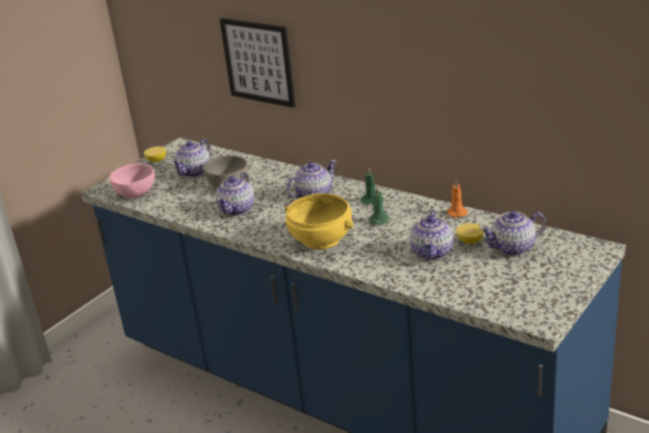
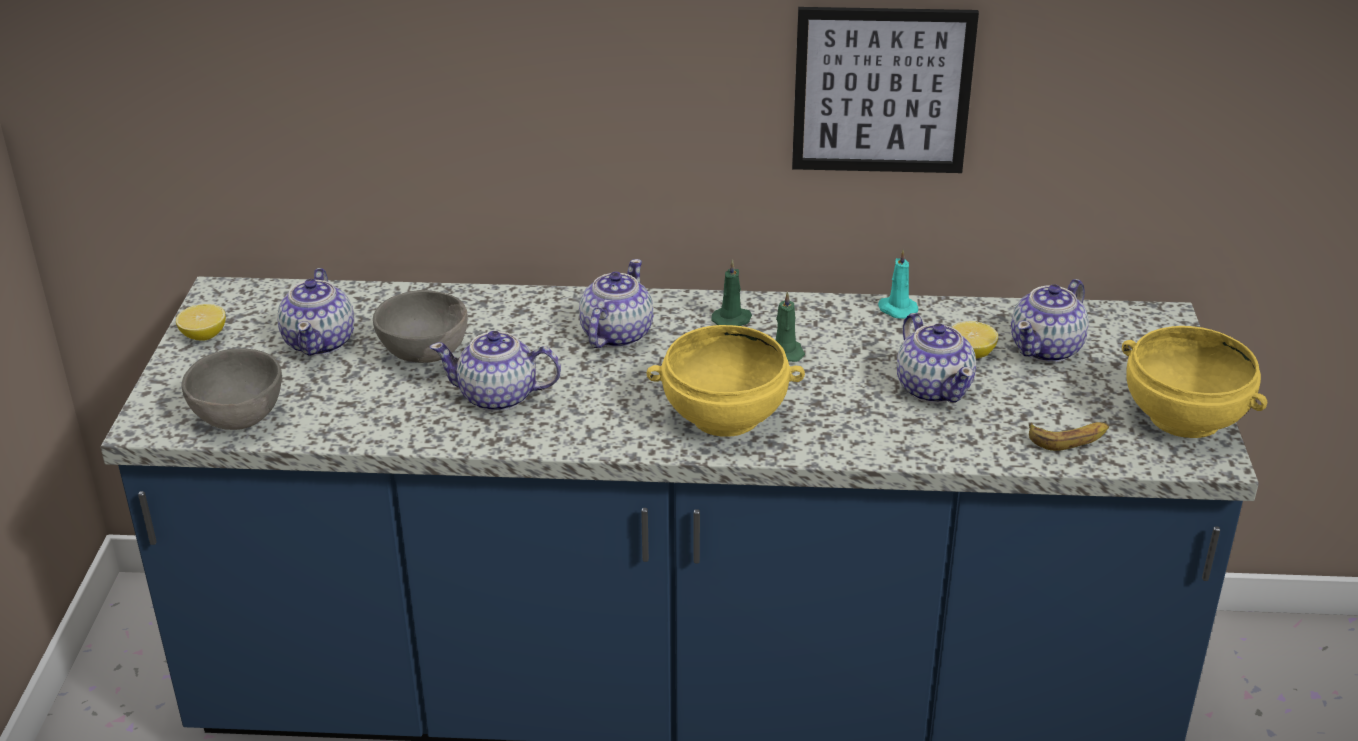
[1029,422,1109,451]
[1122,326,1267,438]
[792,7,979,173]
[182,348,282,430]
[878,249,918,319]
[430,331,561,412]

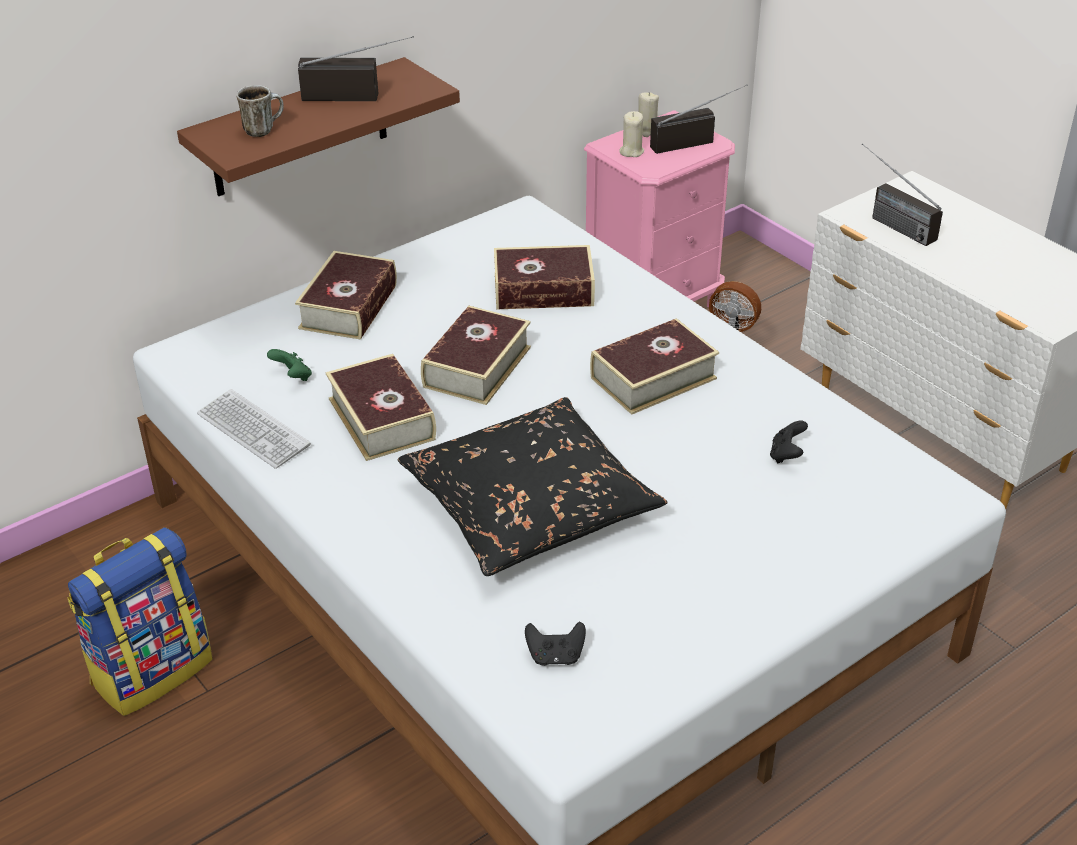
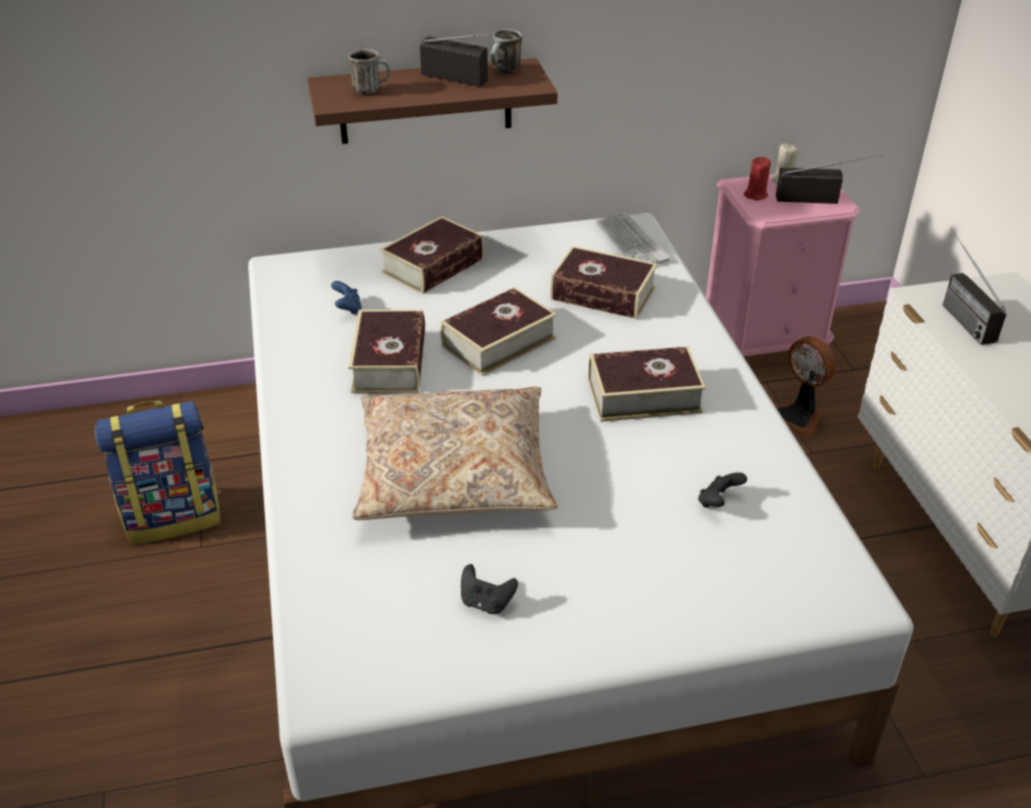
[491,29,522,73]
[596,212,670,264]
[461,564,518,614]
[331,281,362,315]
[352,387,558,520]
[744,157,771,200]

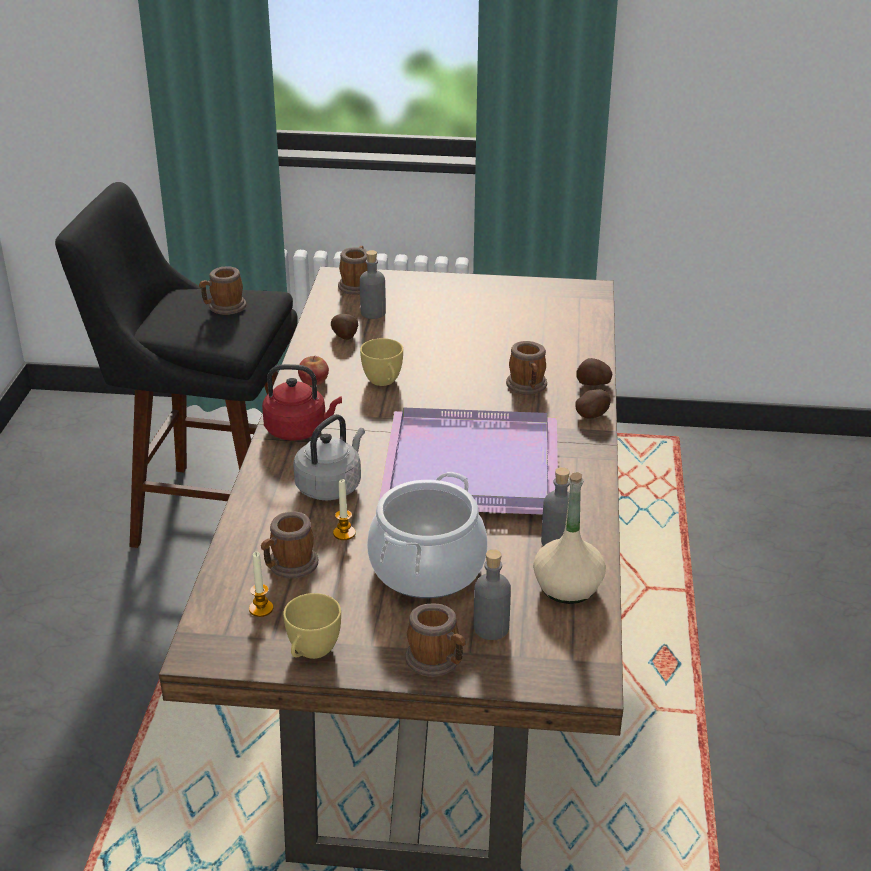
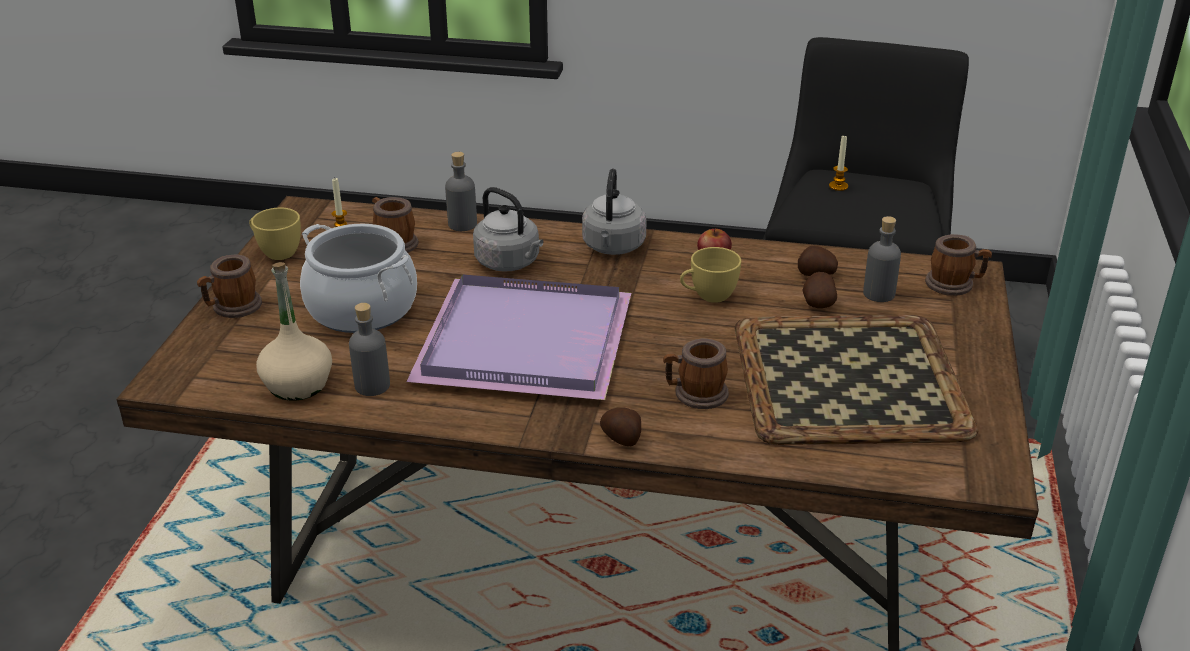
[199,266,246,315] (first image)
[735,315,978,445]
[829,134,848,191]
[445,152,477,231]
[802,272,837,308]
[582,169,647,255]

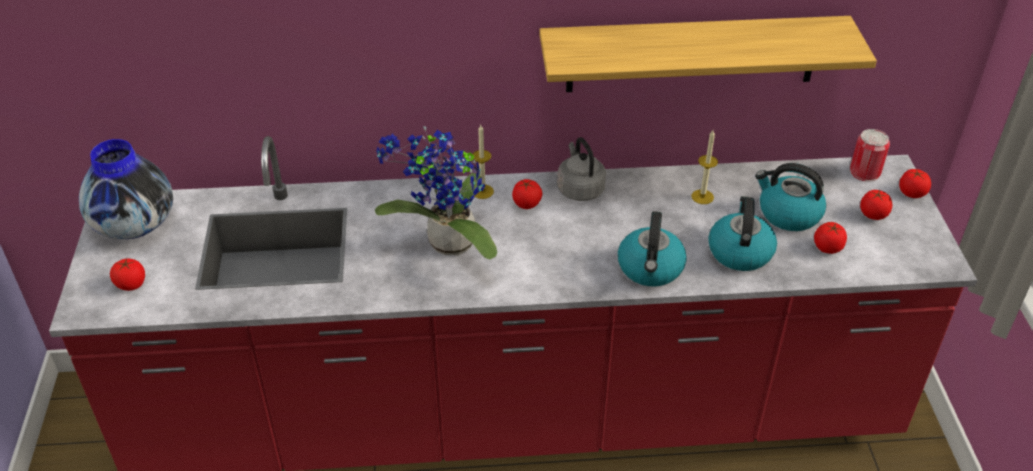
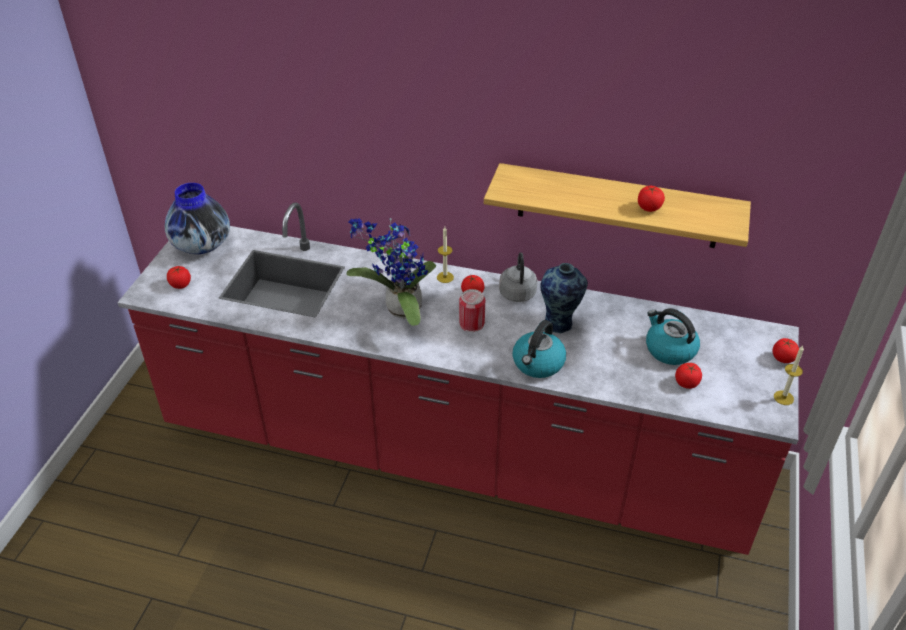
[708,196,777,271] (first image)
[540,263,588,333]
[774,346,804,405]
[459,289,485,332]
[638,186,665,212]

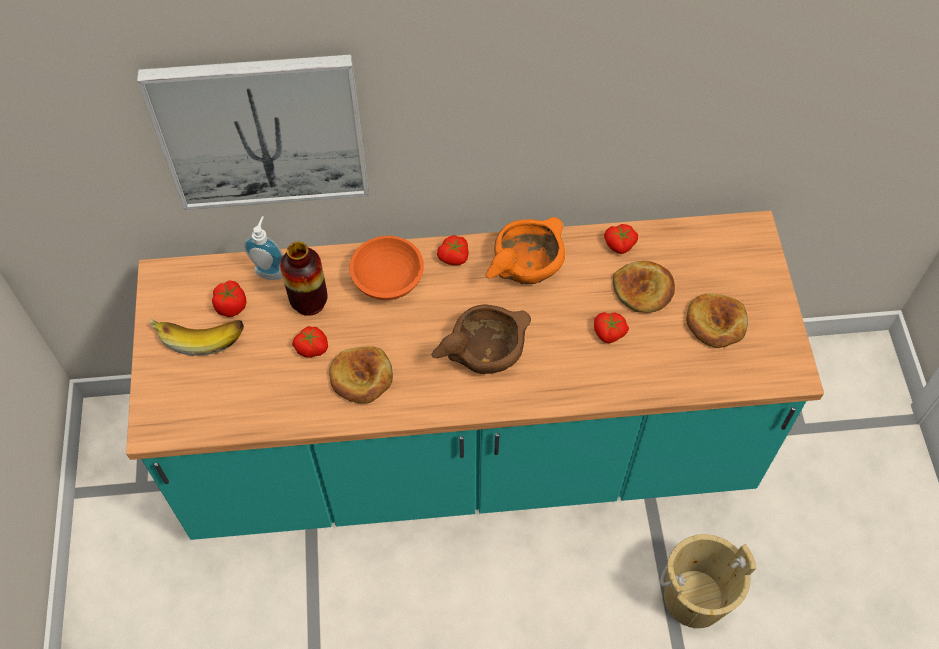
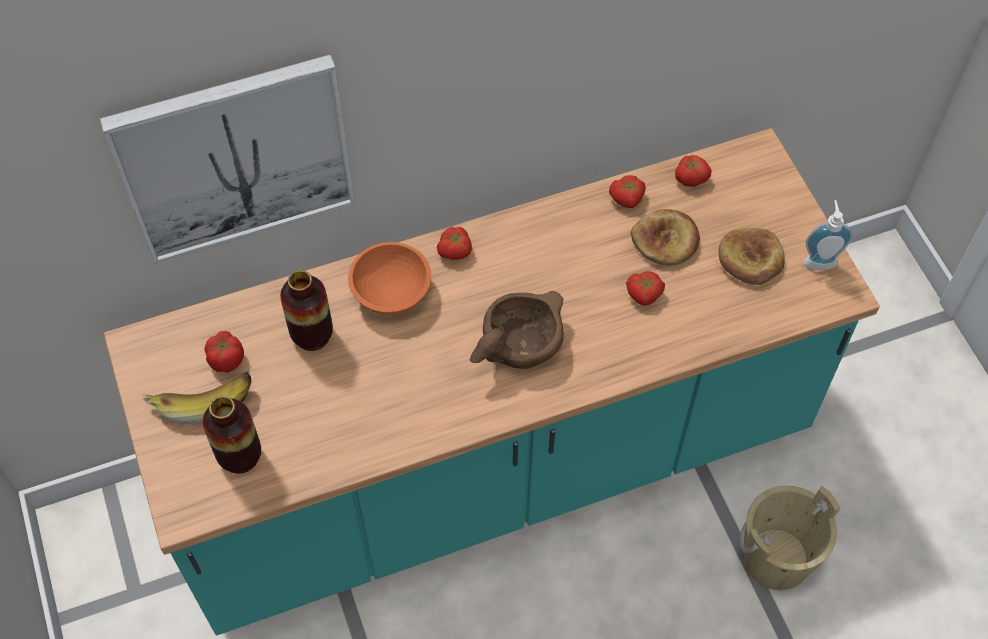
[329,346,393,403] (first image)
[486,217,565,284] (first image)
[203,396,261,474]
[803,200,853,270]
[675,155,712,187]

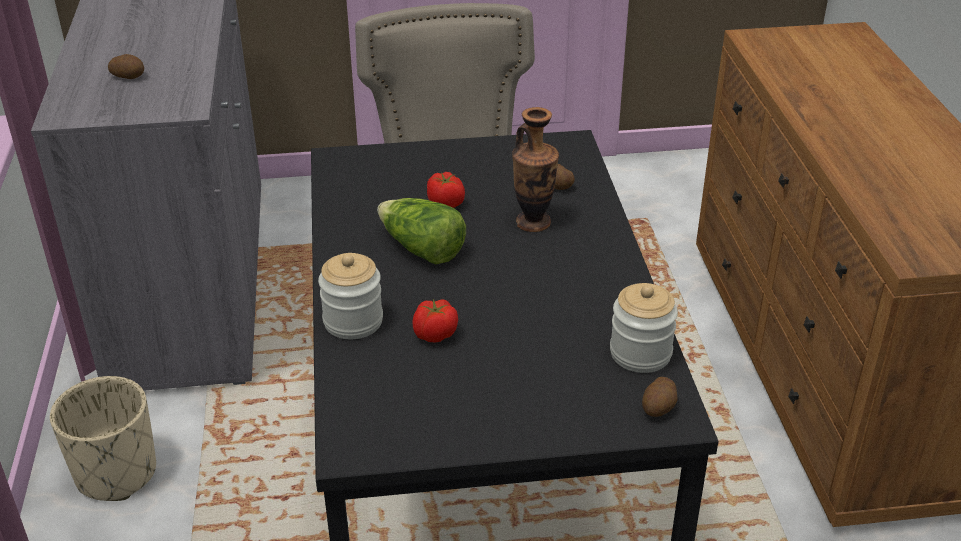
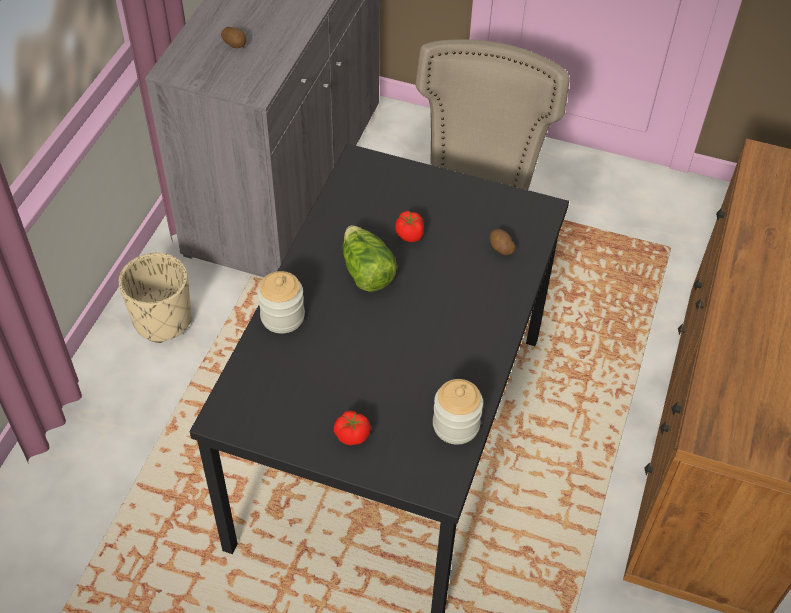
[512,107,559,232] (first image)
[642,377,677,417] (first image)
[334,411,371,445]

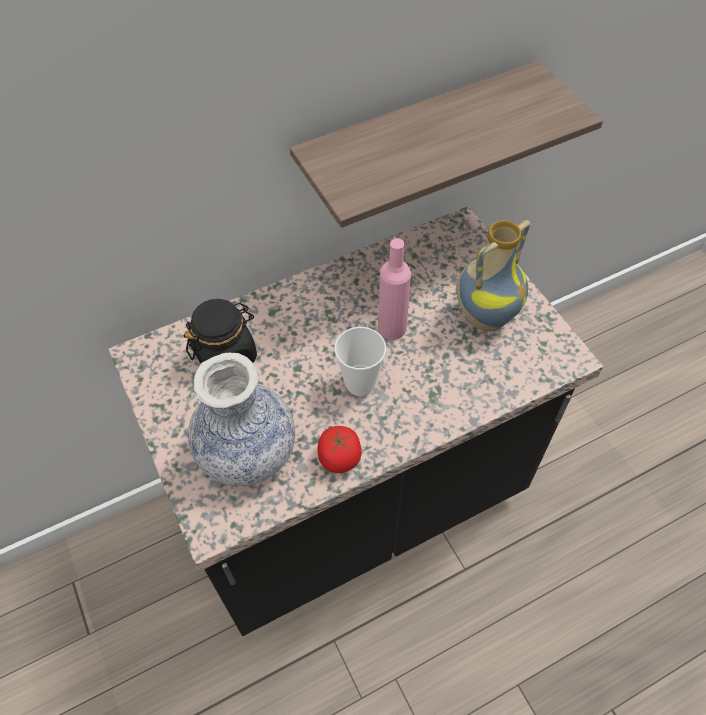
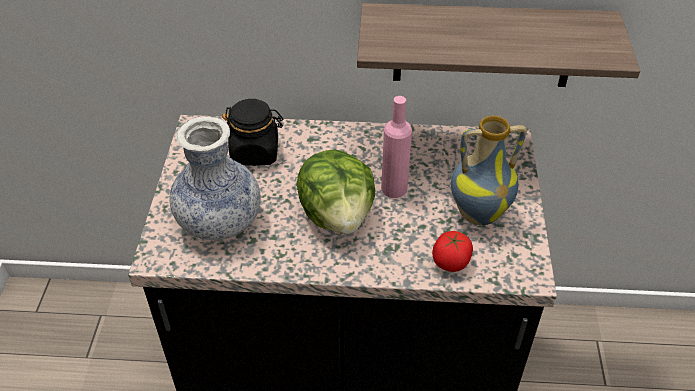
[432,231,473,272]
[297,149,376,234]

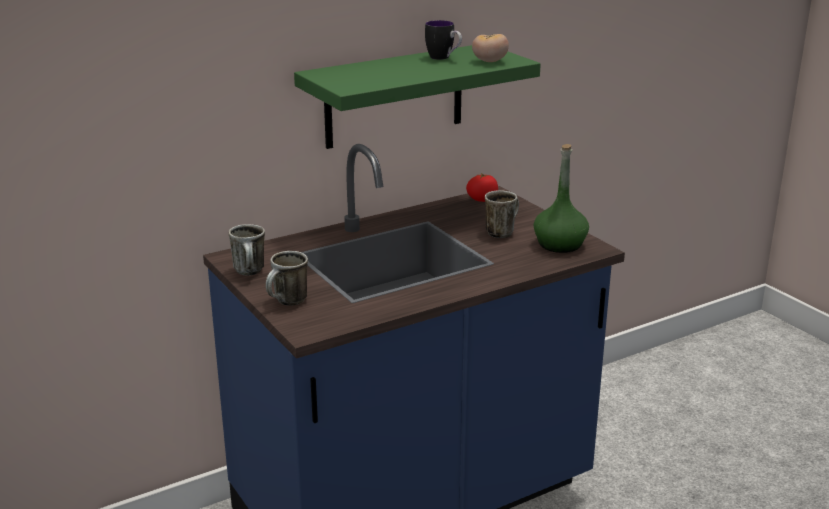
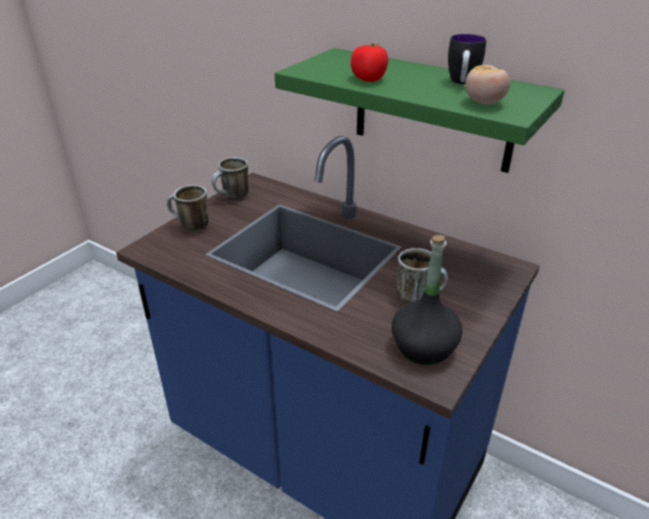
[351,43,388,82]
[392,235,463,365]

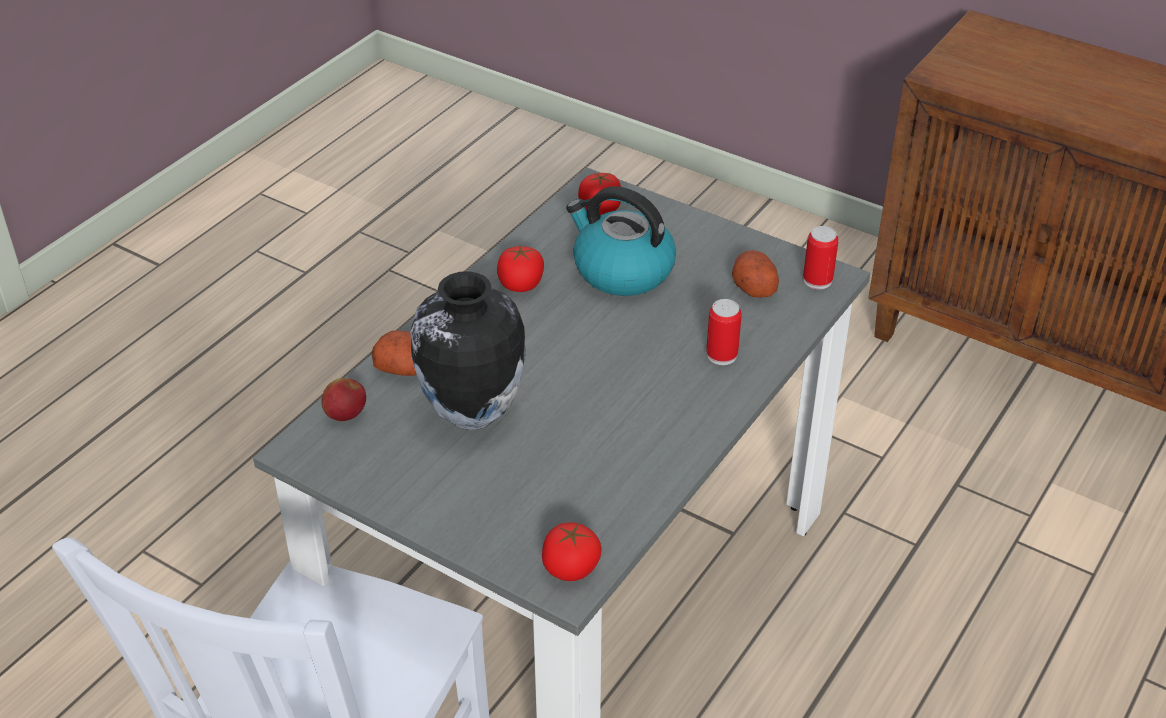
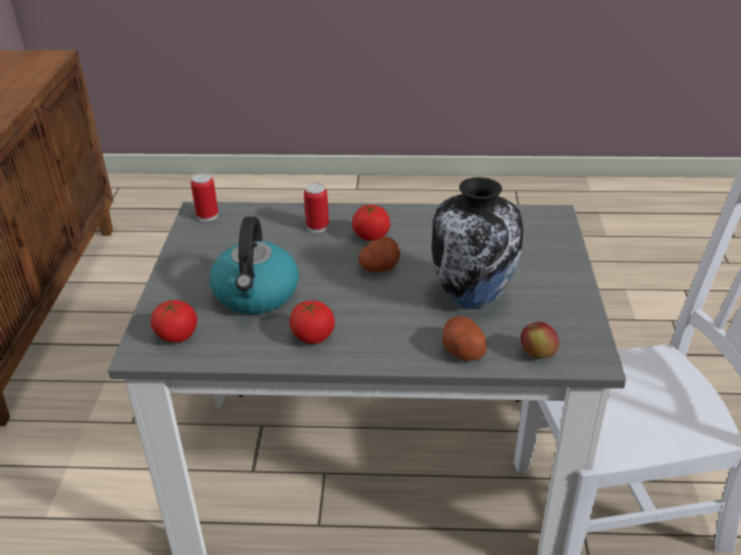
[352,205,390,241]
[358,237,401,272]

